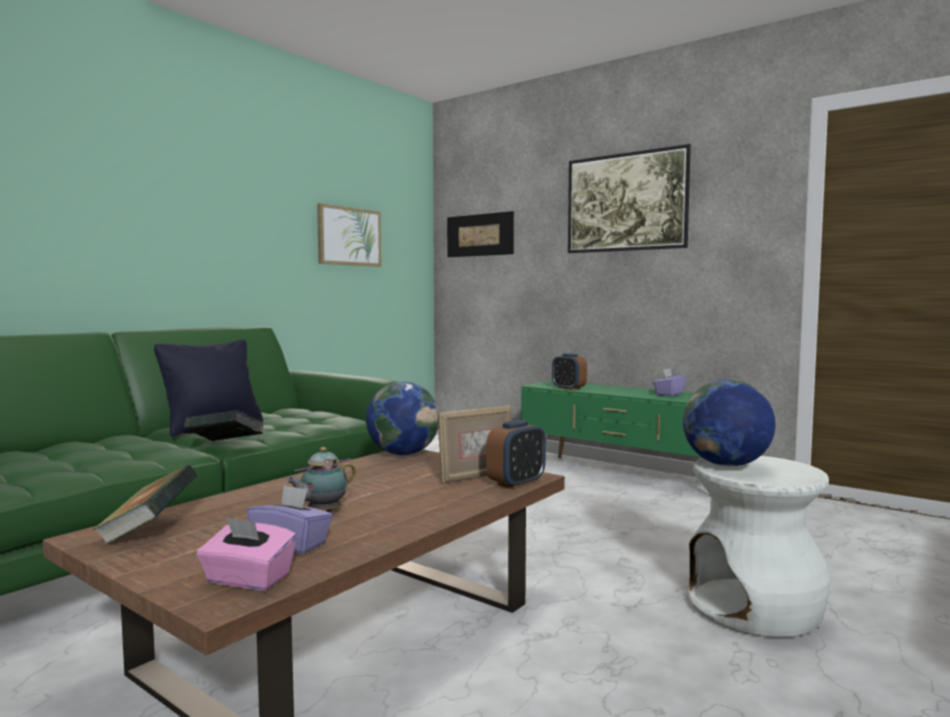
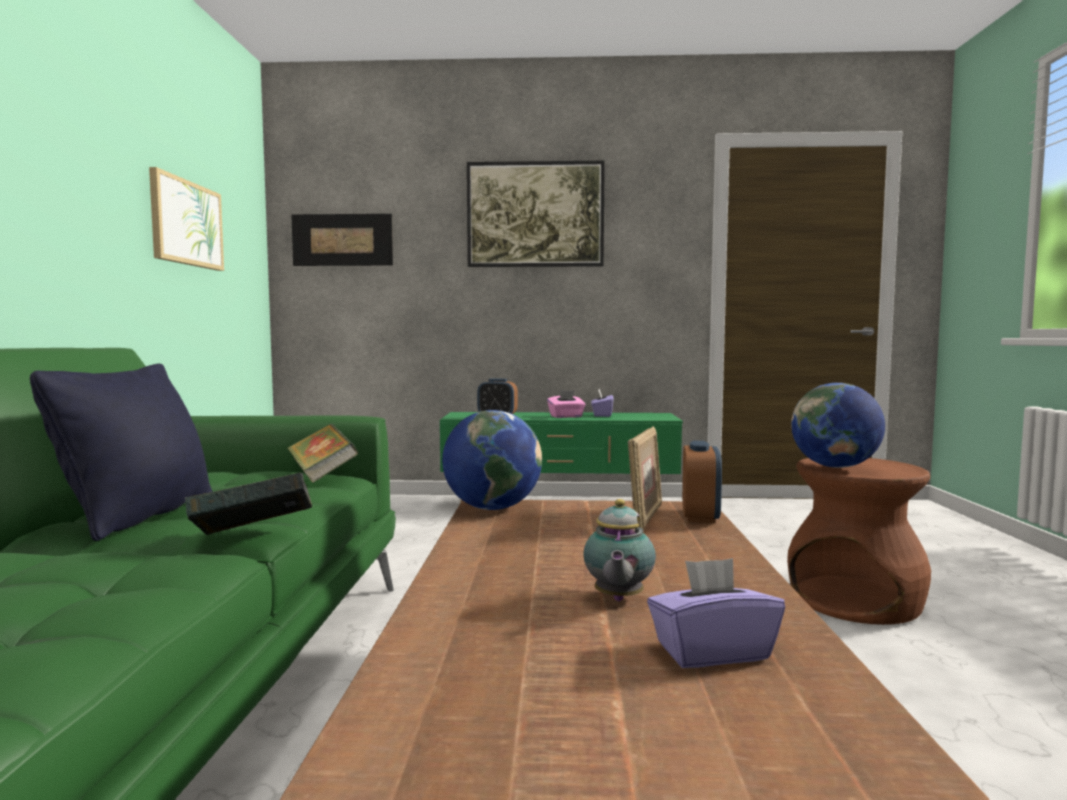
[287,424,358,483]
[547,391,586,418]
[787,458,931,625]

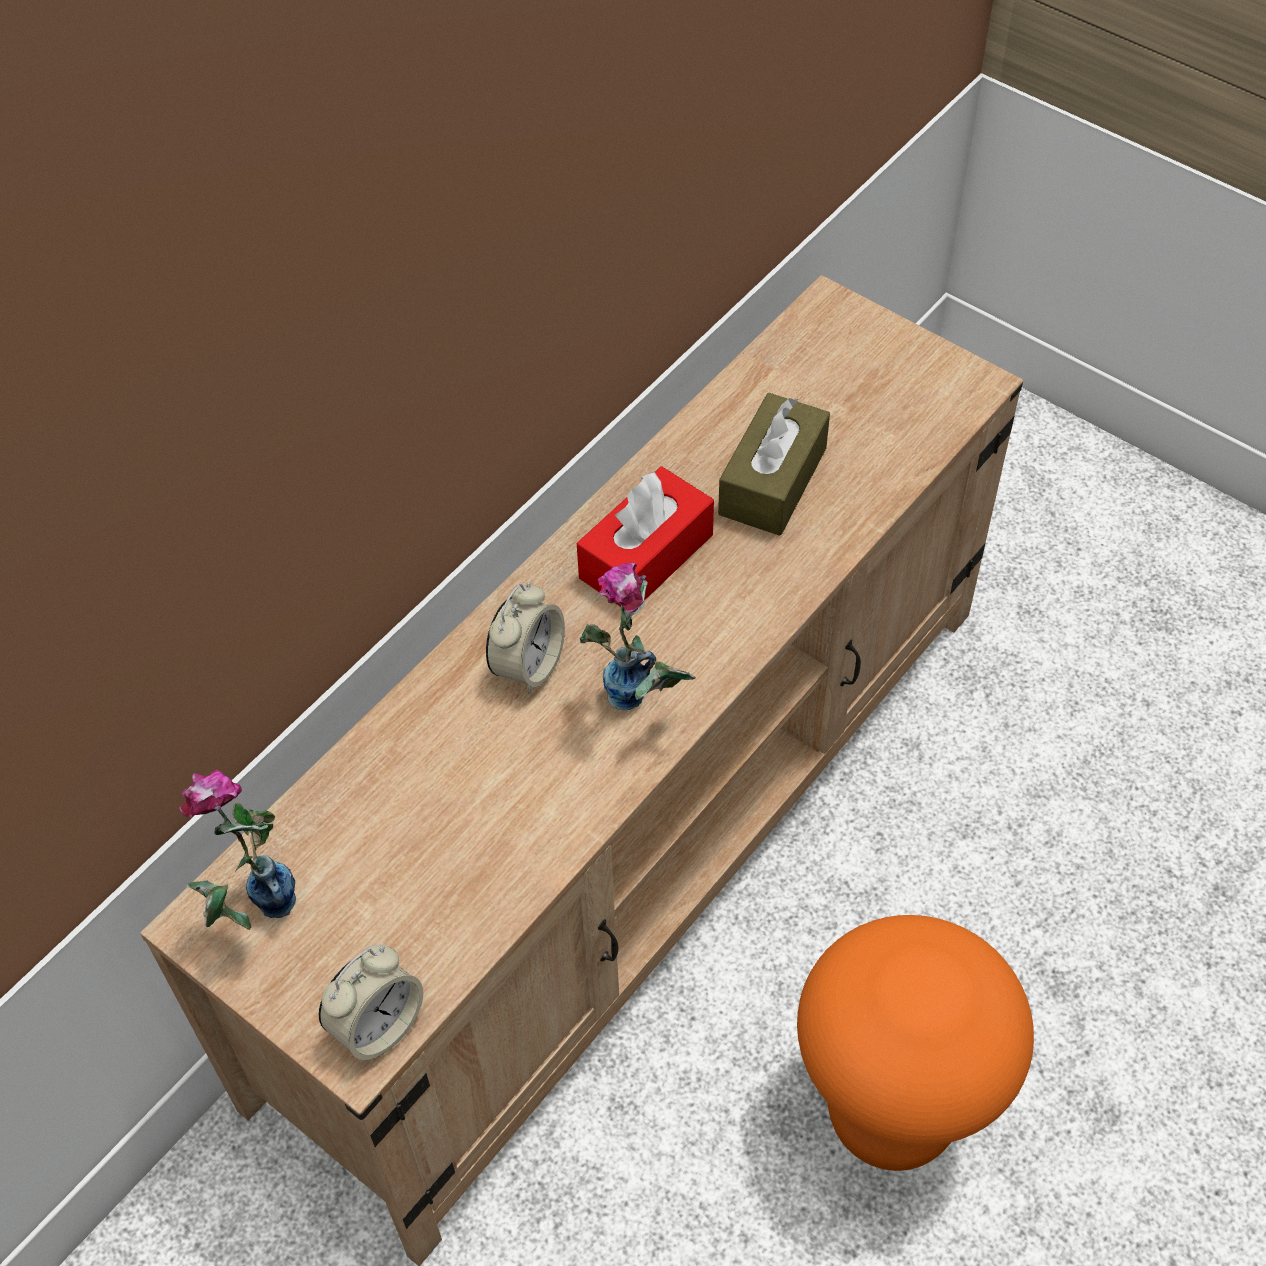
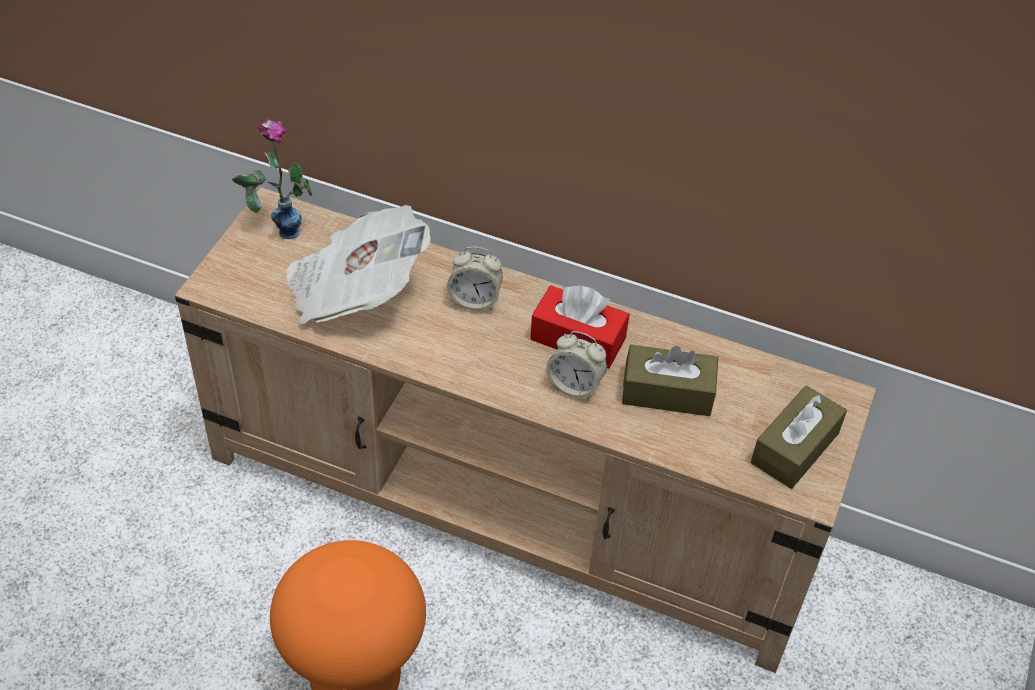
[580,562,696,710] (first image)
[286,205,431,324]
[751,385,847,489]
[546,331,607,400]

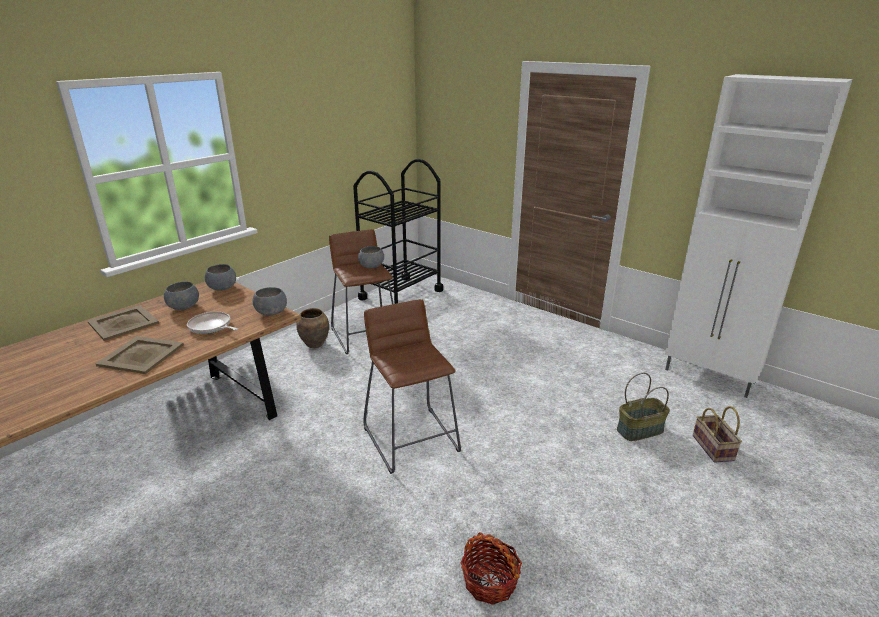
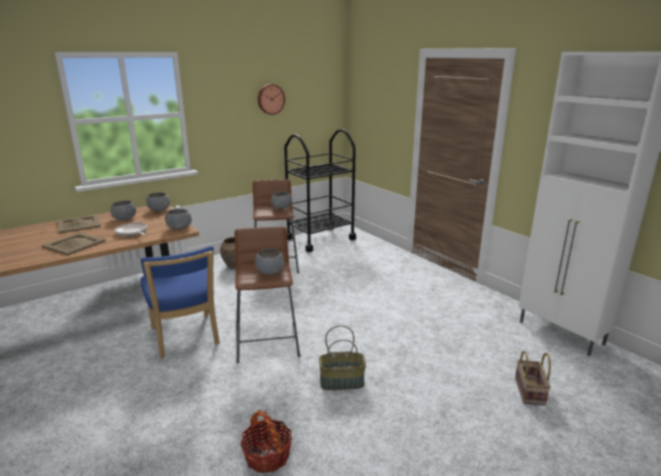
[141,246,220,359]
[255,249,284,275]
[258,84,285,115]
[319,325,366,390]

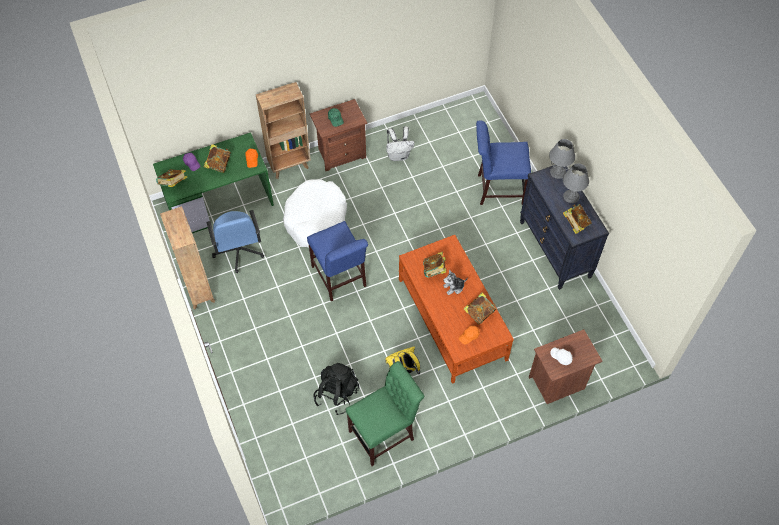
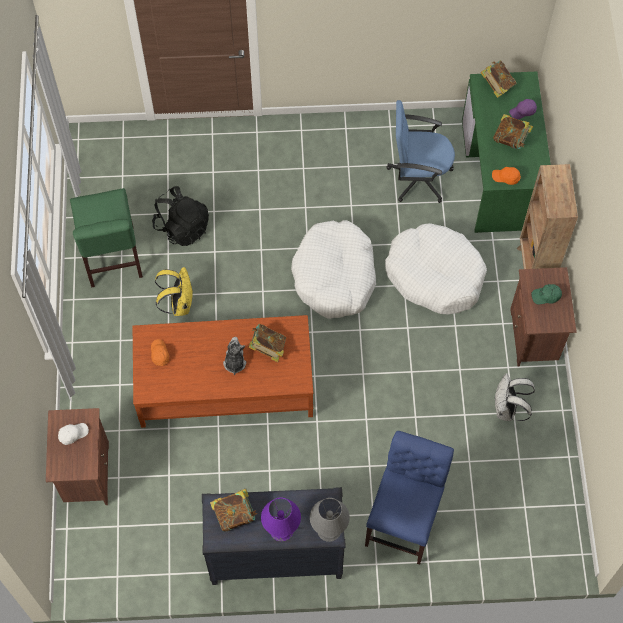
[160,206,215,309] (first image)
[464,292,496,325] (first image)
[291,220,376,319]
[261,497,301,541]

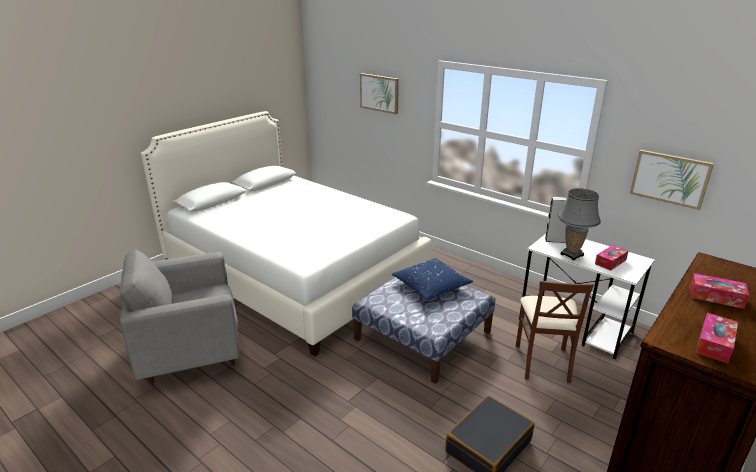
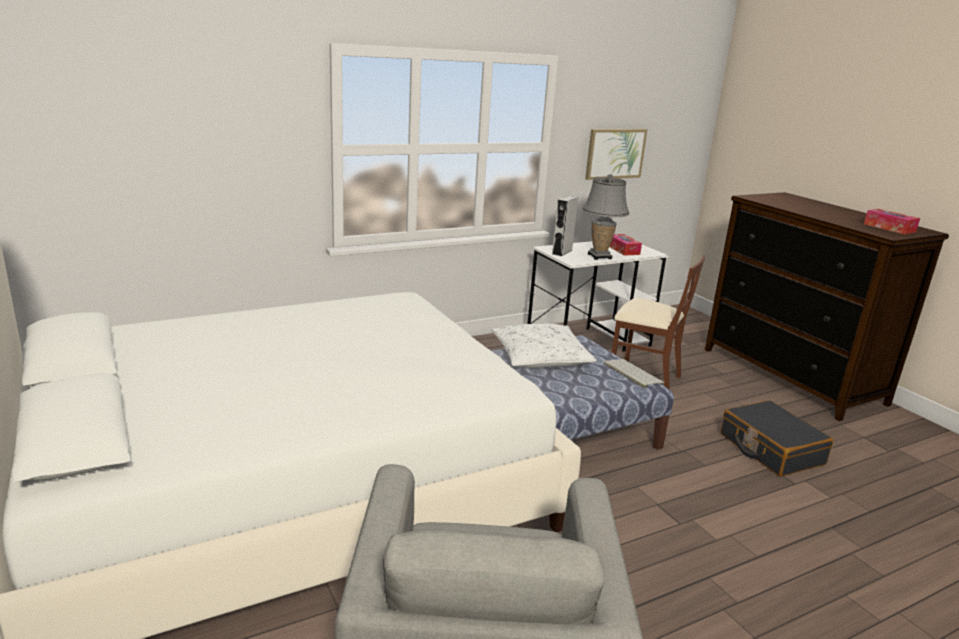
[360,73,399,114] (first image)
[690,273,749,309] (first image)
[604,359,664,388]
[491,324,597,368]

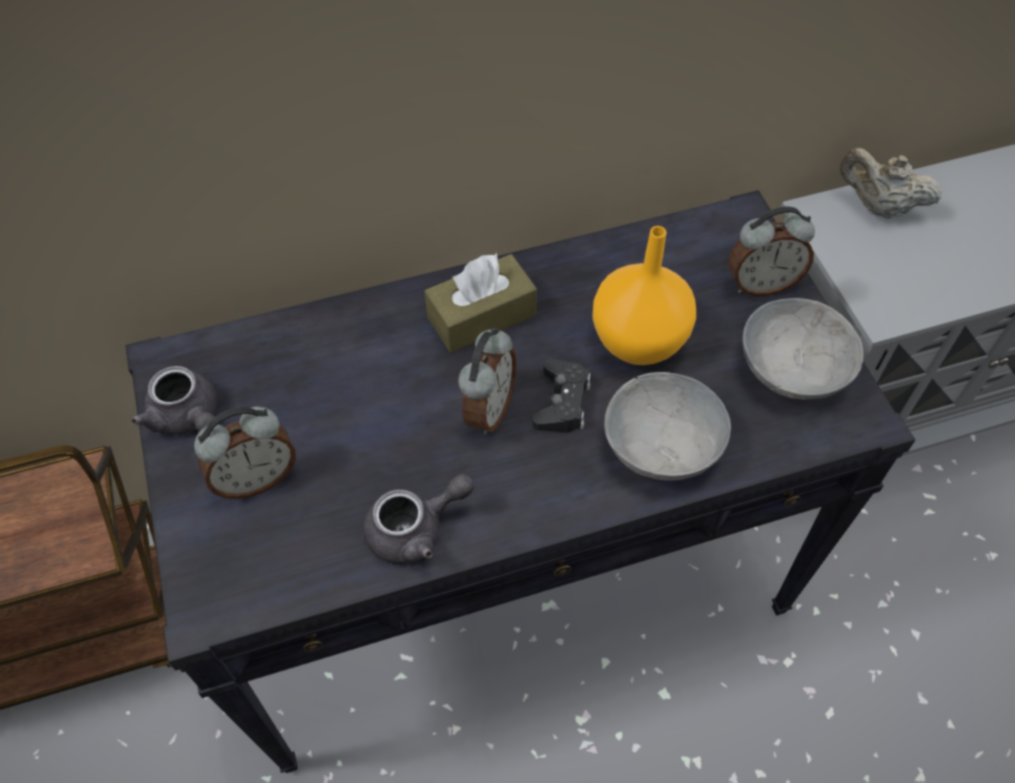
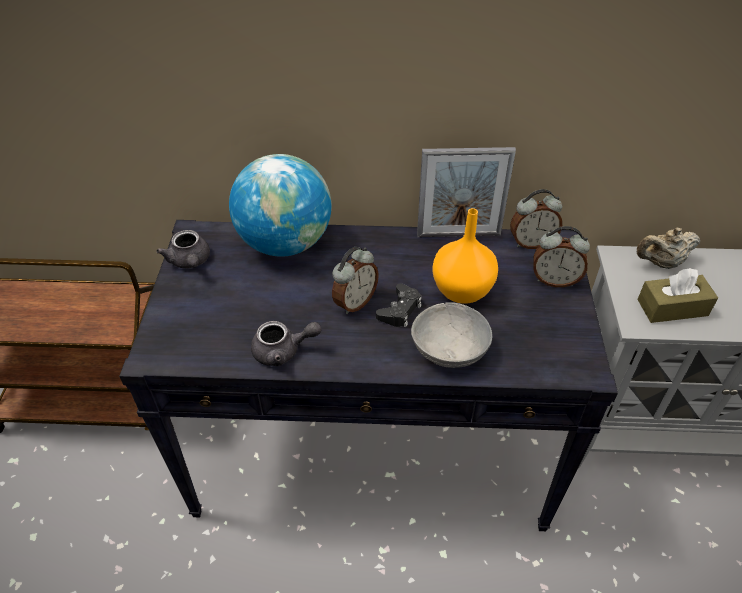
[742,298,864,400] (first image)
[229,154,331,257]
[417,147,516,237]
[510,189,562,249]
[637,268,718,323]
[637,228,701,269]

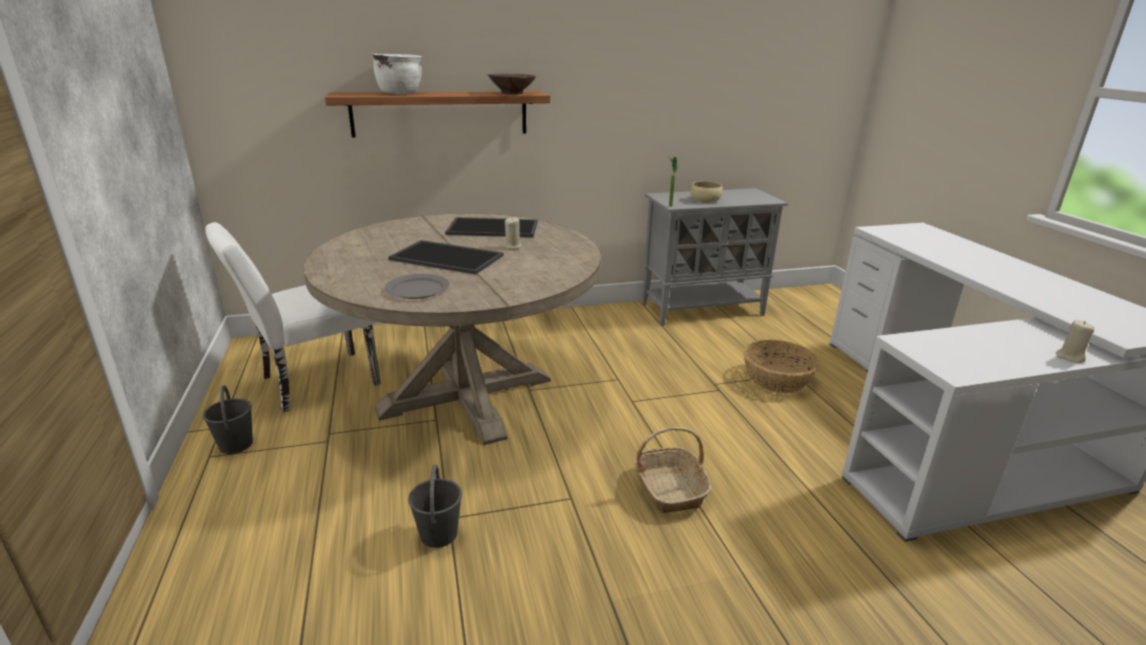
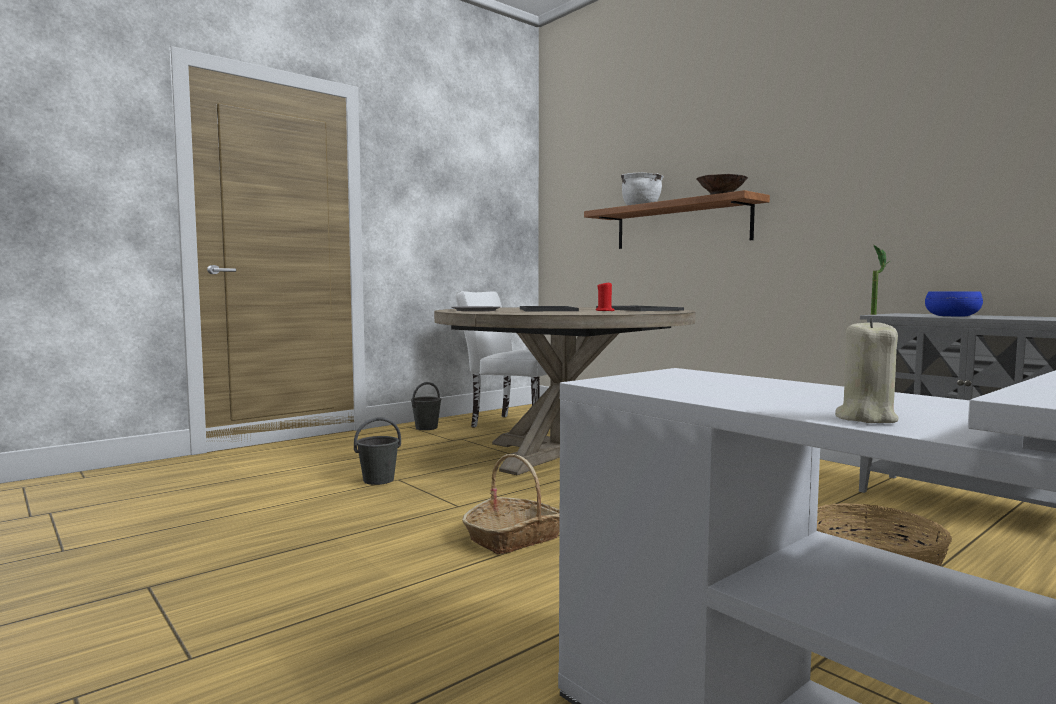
[596,281,615,311]
[925,292,983,316]

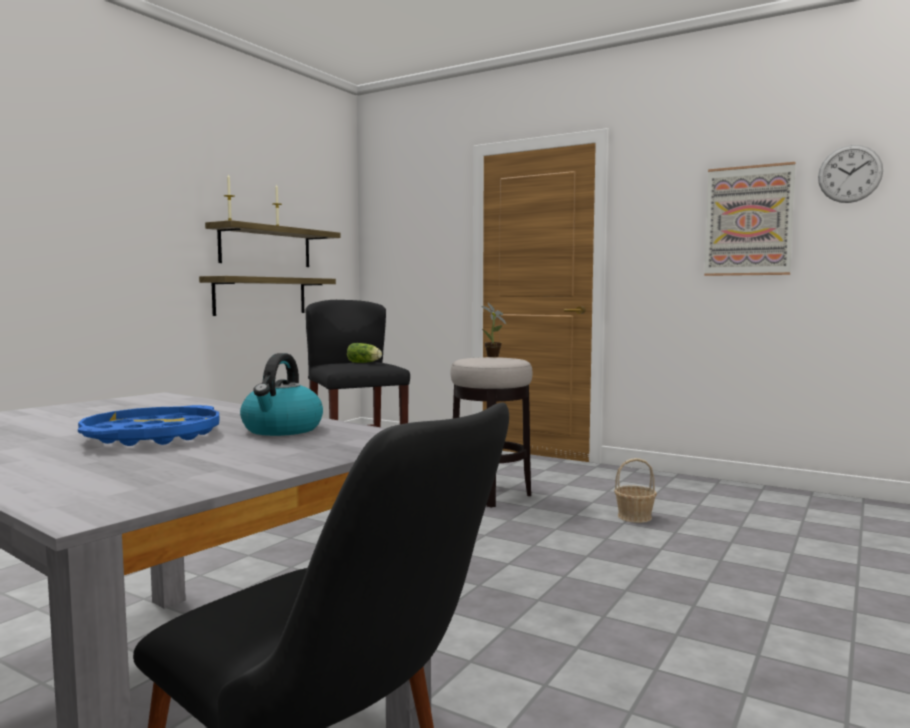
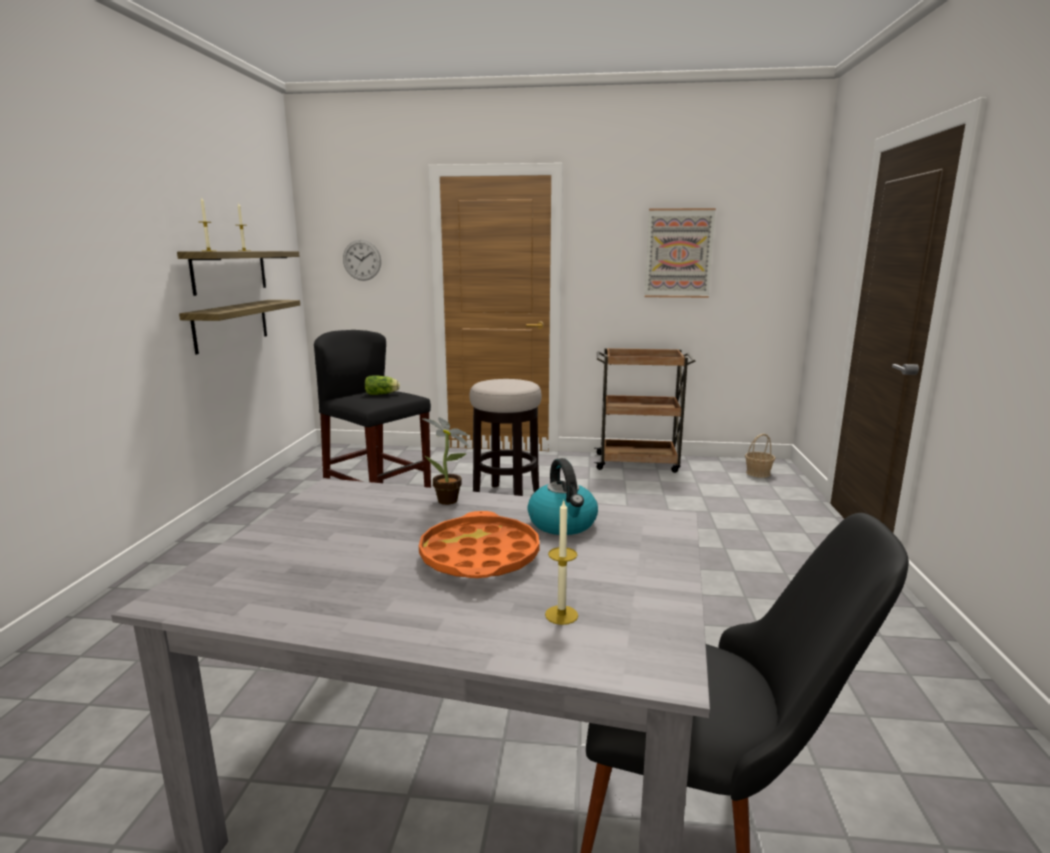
[545,501,578,625]
[594,348,696,473]
[421,417,469,505]
[745,434,775,478]
[343,240,381,281]
[419,511,540,578]

